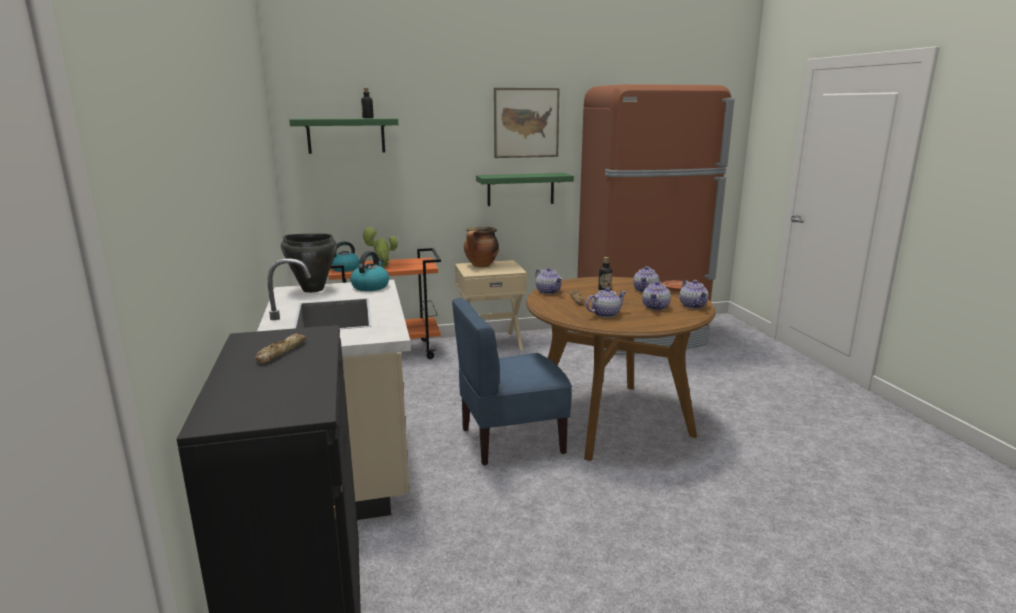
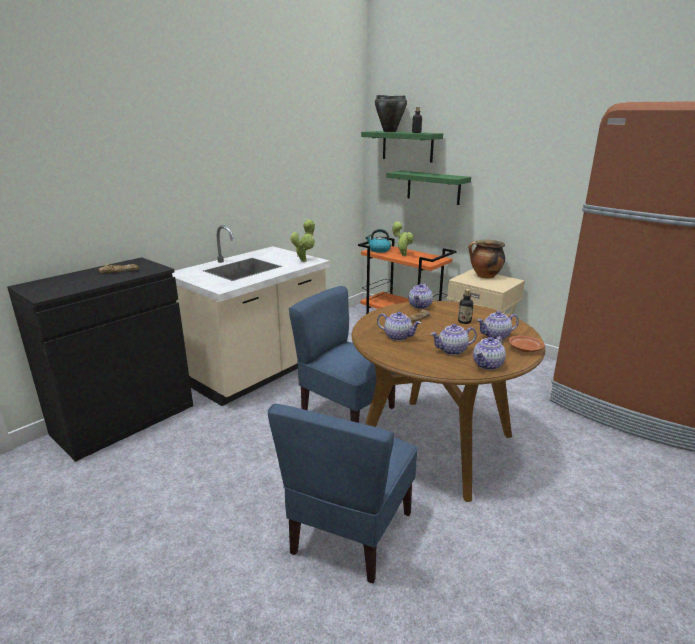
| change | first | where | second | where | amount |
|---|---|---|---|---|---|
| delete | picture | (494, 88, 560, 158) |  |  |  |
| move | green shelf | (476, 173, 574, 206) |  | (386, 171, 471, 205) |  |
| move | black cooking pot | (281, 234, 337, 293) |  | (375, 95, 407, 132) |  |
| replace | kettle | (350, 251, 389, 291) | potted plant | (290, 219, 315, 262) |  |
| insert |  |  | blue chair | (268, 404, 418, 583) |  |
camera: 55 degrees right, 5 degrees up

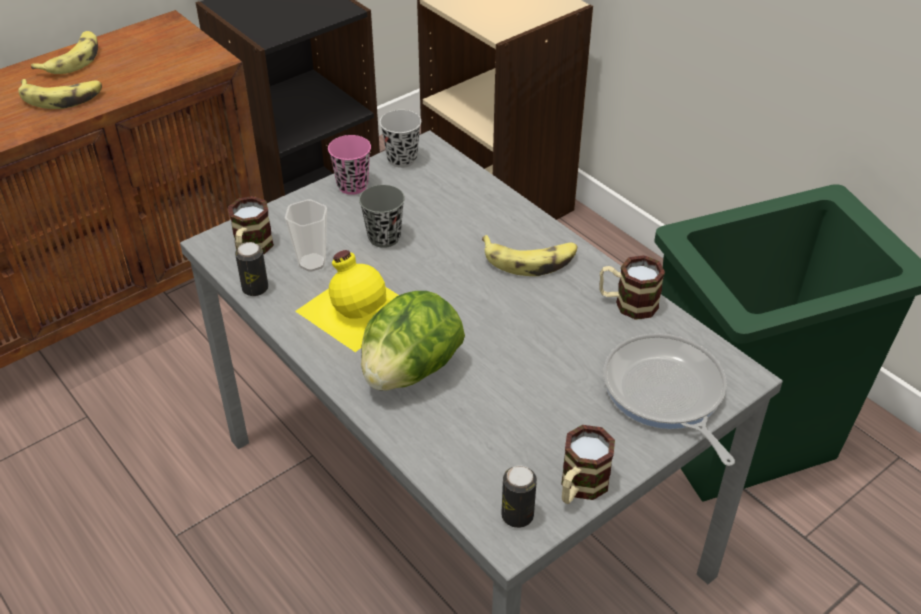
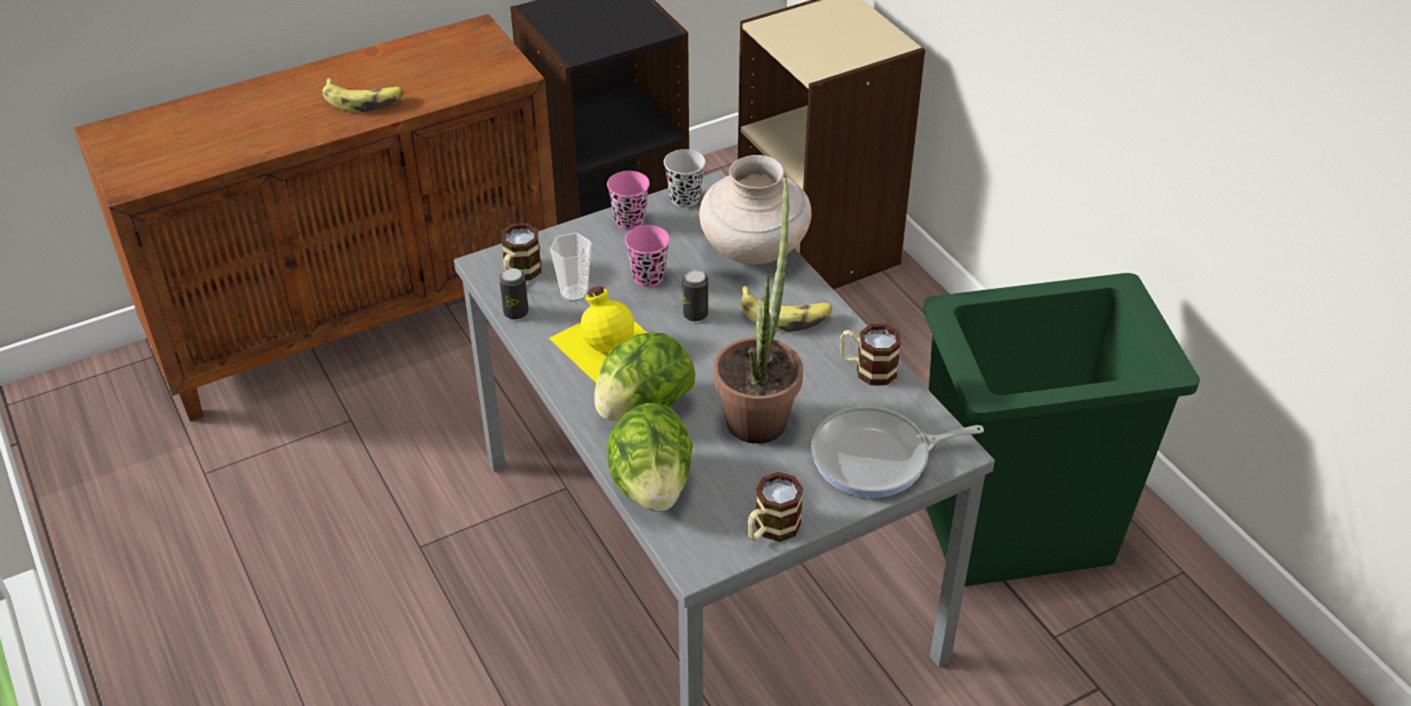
| change | first | where | second | where | amount |
|---|---|---|---|---|---|
| delete | banana | (31, 31, 98, 74) |  |  |  |
| recolor | grey cup | (359, 185, 405, 248) | pink cup | (625, 225, 670, 287) |  |
| rotate | frying pan | (603, 333, 735, 466) |  | (811, 406, 984, 498) | 90 degrees counterclockwise |
| move | can | (501, 465, 537, 528) |  | (683, 270, 708, 322) |  |
| insert |  |  | beige vase | (699, 155, 812, 265) |  |
| insert |  |  | potted plant | (714, 177, 803, 444) |  |
| insert |  |  | lettuce | (607, 403, 693, 511) |  |
camera: 10 degrees right, 0 degrees up

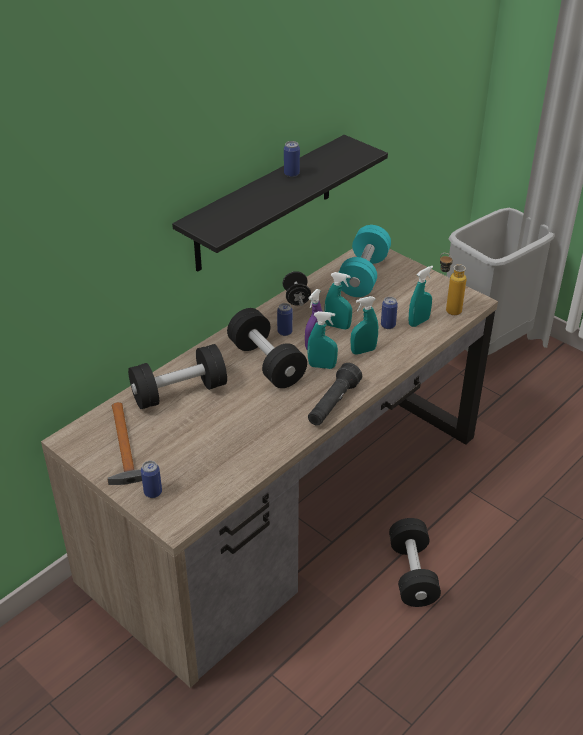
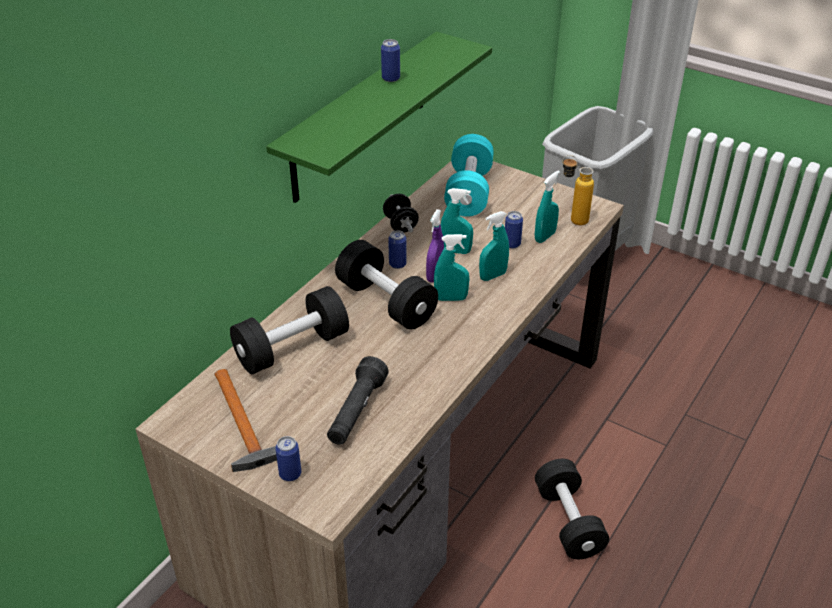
| change | first | where | second | where | amount |
|---|---|---|---|---|---|
| recolor | black shelf | (172, 135, 388, 272) | green shelf | (266, 32, 492, 203) |  |
| move | black flashlight | (308, 363, 362, 426) |  | (327, 356, 389, 445) |  |
camera: 10 degrees left, 0 degrees up

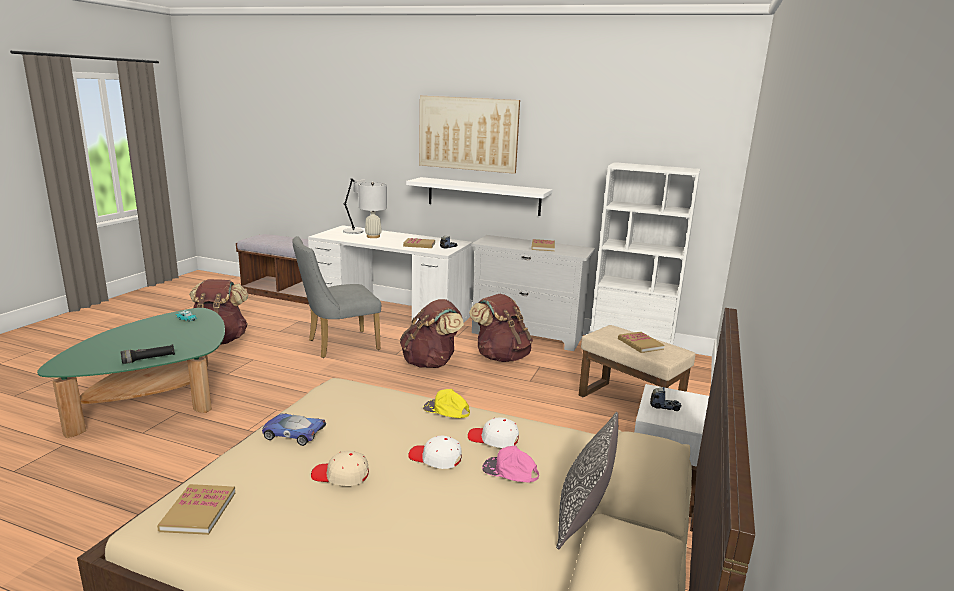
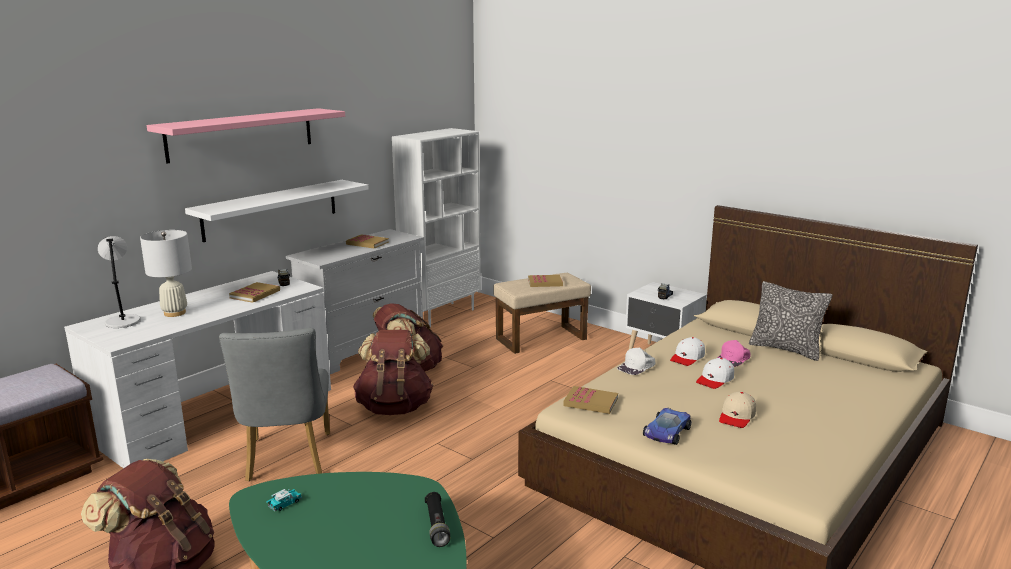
| change | first | where | second | where | amount |
|---|---|---|---|---|---|
| replace | picture | (419, 96, 520, 174) | pink shelf | (147, 108, 345, 164) |  |
| recolor | yellow cap | (423, 389, 470, 418) | white cap | (617, 348, 655, 375) |  |
| move | book | (157, 484, 235, 535) |  | (563, 386, 618, 414) |  |
camera: 70 degrees left, 0 degrees up

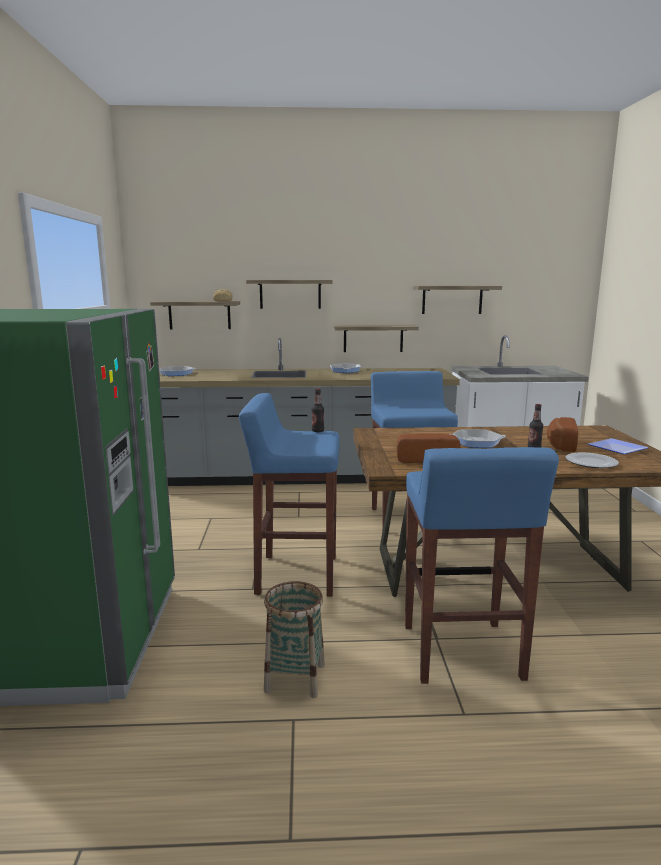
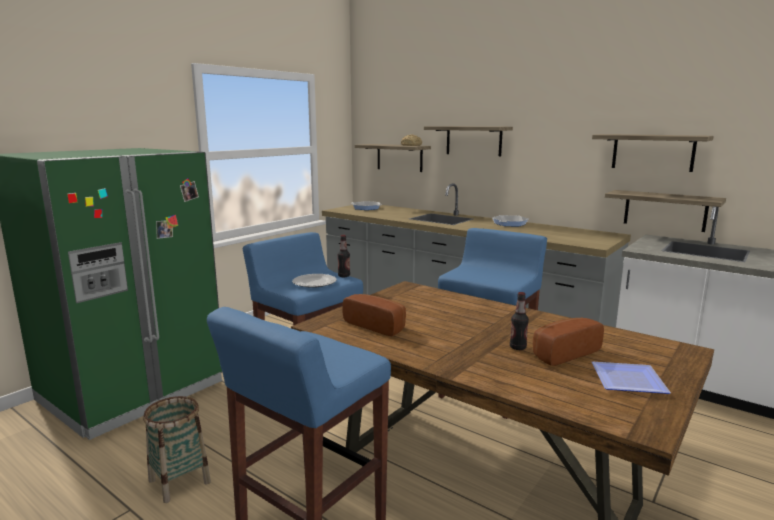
| change | first | where | second | where | amount |
|---|---|---|---|---|---|
| move | shelf | (334, 325, 419, 352) |  | (605, 190, 726, 232) |  |
| delete | frying pan | (451, 429, 506, 448) |  |  |  |
| move | plate | (565, 453, 619, 468) |  | (292, 274, 336, 288) |  |
camera: 40 degrees right, 0 degrees up

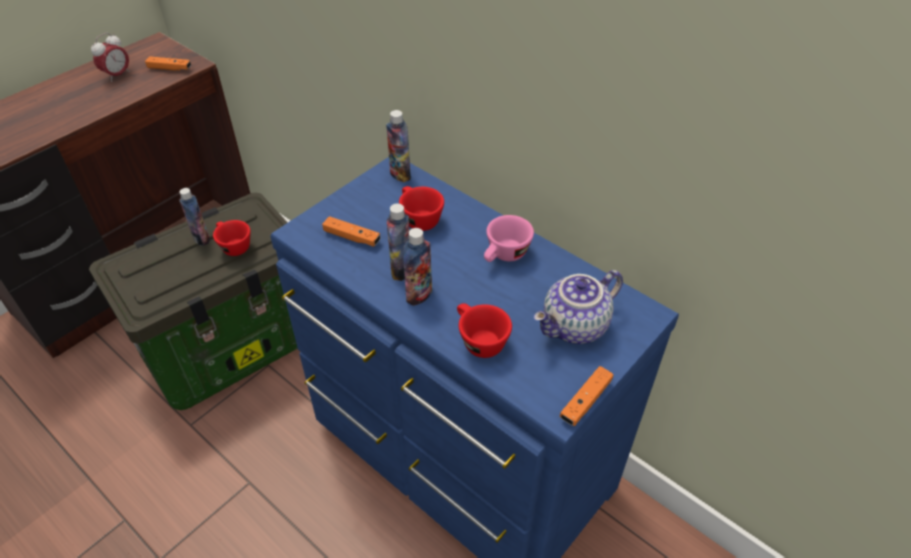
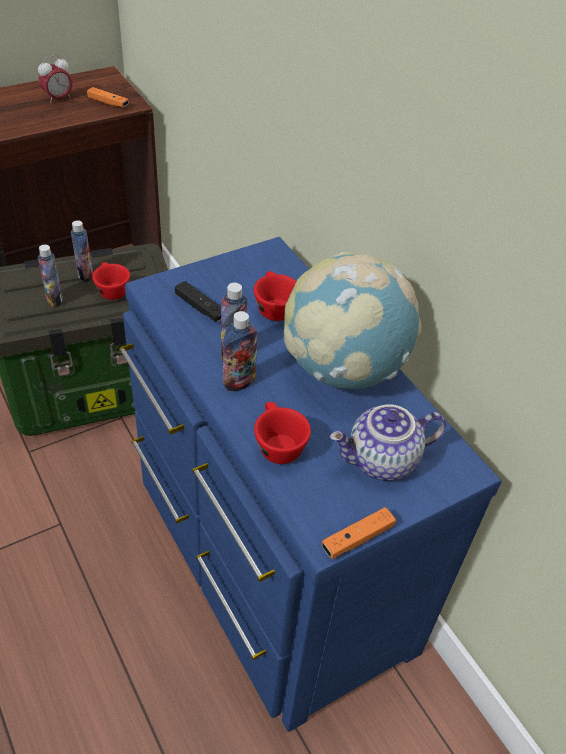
| change | first | where | second | where | amount |
|---|---|---|---|---|---|
| move | bottle | (386, 110, 411, 182) |  | (38, 245, 63, 307) |  |
| replace | pink cup | (484, 215, 534, 262) | globe | (284, 252, 421, 389) |  |
| recolor | orange game controller | (322, 216, 380, 247) | black game controller | (175, 281, 221, 322) |  |
camera: 15 degrees right, 0 degrees up

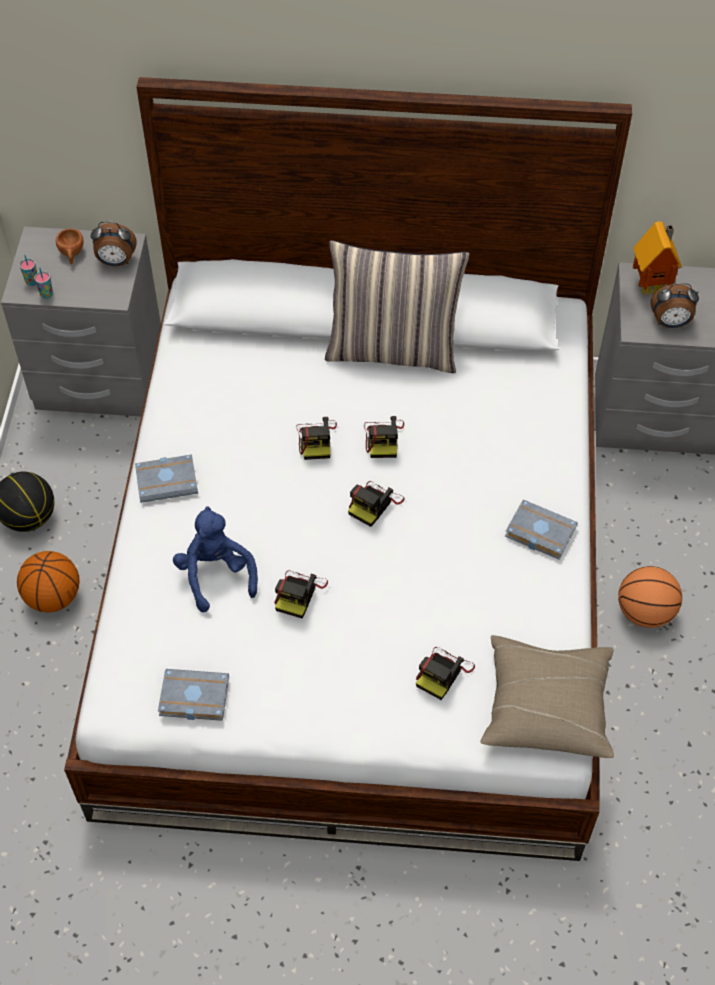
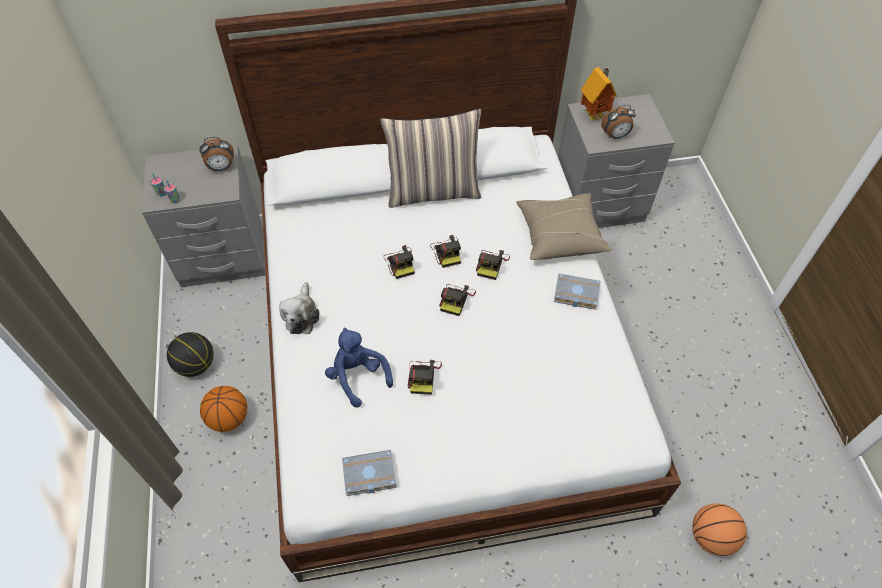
| change | first | where | second | where | amount |
|---|---|---|---|---|---|
| delete | brown cup | (56, 229, 83, 264) |  |  |  |
| replace | grey book | (135, 454, 198, 503) | plush toy | (279, 282, 319, 334) |  |
| move | basketball | (618, 566, 682, 628) |  | (692, 503, 747, 556) |  |
| move | beige pillow | (480, 635, 614, 758) |  | (516, 193, 612, 260) |  |
| move | photo camera | (416, 647, 475, 700) |  | (476, 250, 510, 280) |  |
camera: 15 degrees left, 0 degrees up

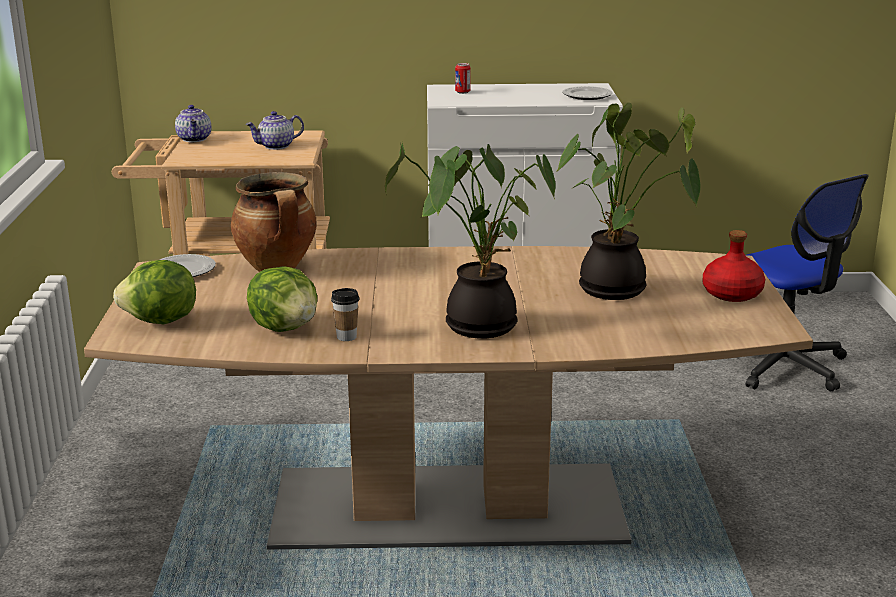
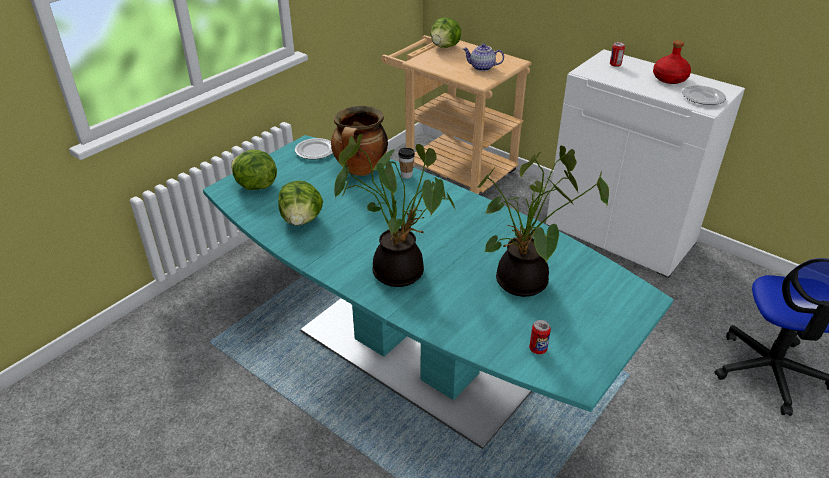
| change | first | where | second | where | amount |
|---|---|---|---|---|---|
| replace | teapot | (175, 105, 211, 142) | lettuce | (431, 18, 461, 48) |  |
| move | red bottle | (703, 230, 765, 302) |  | (653, 40, 691, 84) |  |
| recolor | brown dining table | (84, 246, 813, 549) | turquoise dining table | (203, 135, 674, 449) |  |
| move | cup | (331, 288, 359, 341) |  | (398, 148, 415, 179) |  |
| insert |  |  | can | (529, 320, 551, 354) |  |
camera: 40 degrees right, 15 degrees up

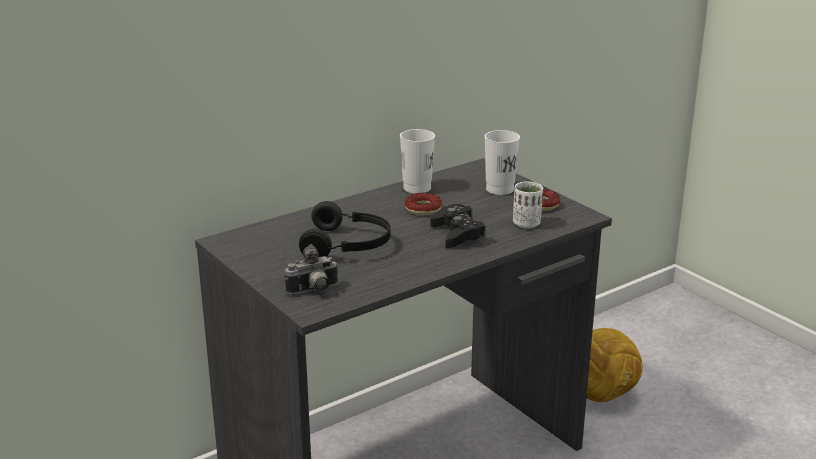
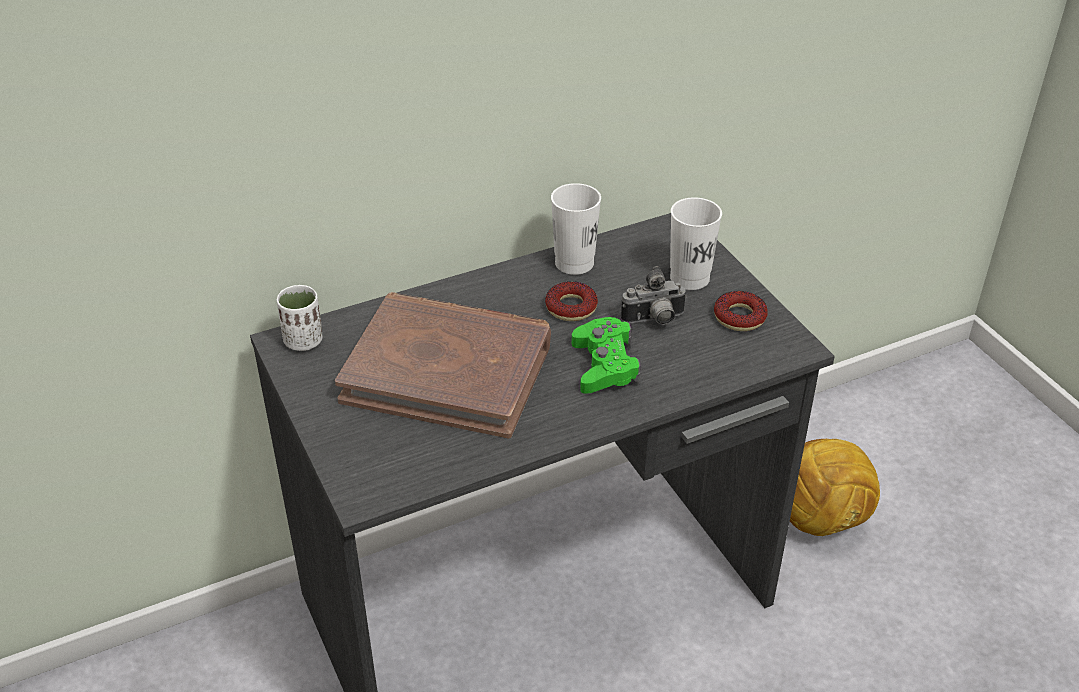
| change | first | where | second | where | amount |
|---|---|---|---|---|---|
| move | white cup | (513, 182, 543, 228) |  | (277, 285, 322, 351) |  |
| replace | black headphones | (299, 201, 391, 257) | brown book | (335, 292, 551, 438) |  |
| recolor | black game controller | (431, 204, 486, 248) | green game controller | (572, 317, 640, 394) |  |
| move | photo camera | (285, 244, 339, 295) |  | (621, 266, 687, 325) |  |
camera: 10 degrees right, 15 degrees up

